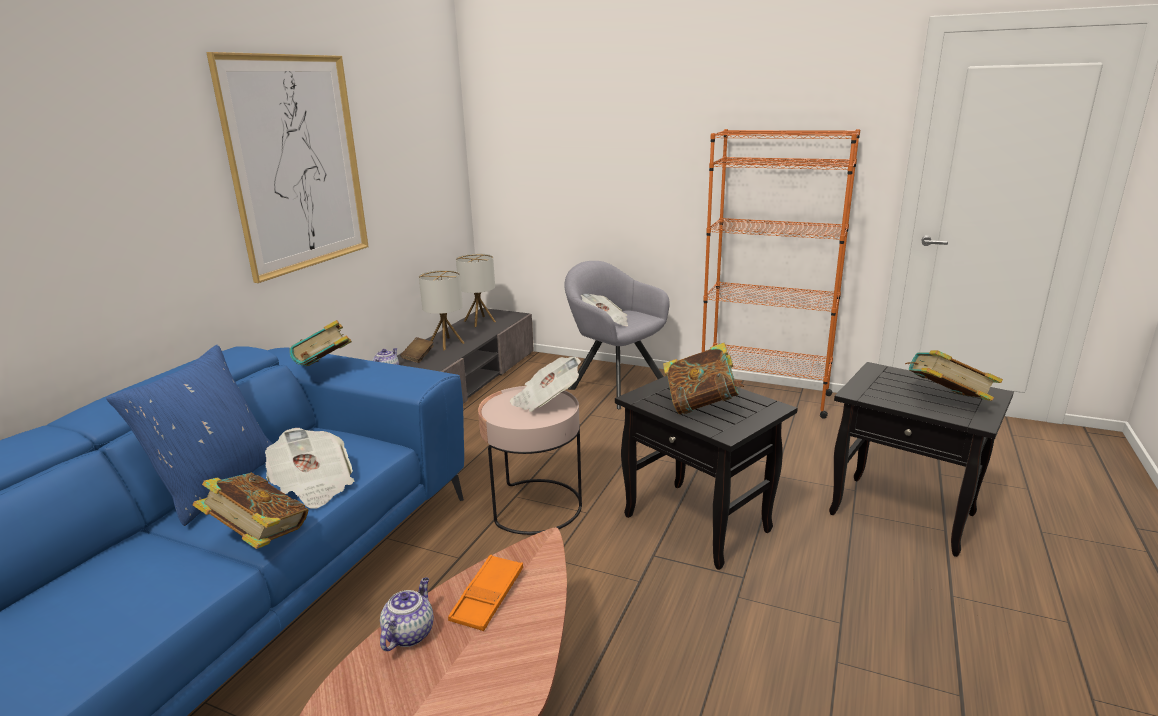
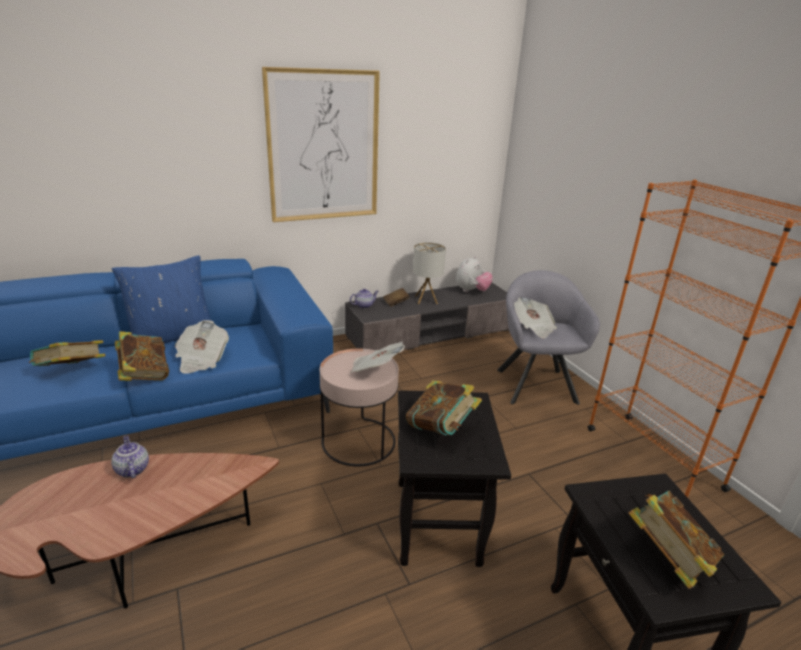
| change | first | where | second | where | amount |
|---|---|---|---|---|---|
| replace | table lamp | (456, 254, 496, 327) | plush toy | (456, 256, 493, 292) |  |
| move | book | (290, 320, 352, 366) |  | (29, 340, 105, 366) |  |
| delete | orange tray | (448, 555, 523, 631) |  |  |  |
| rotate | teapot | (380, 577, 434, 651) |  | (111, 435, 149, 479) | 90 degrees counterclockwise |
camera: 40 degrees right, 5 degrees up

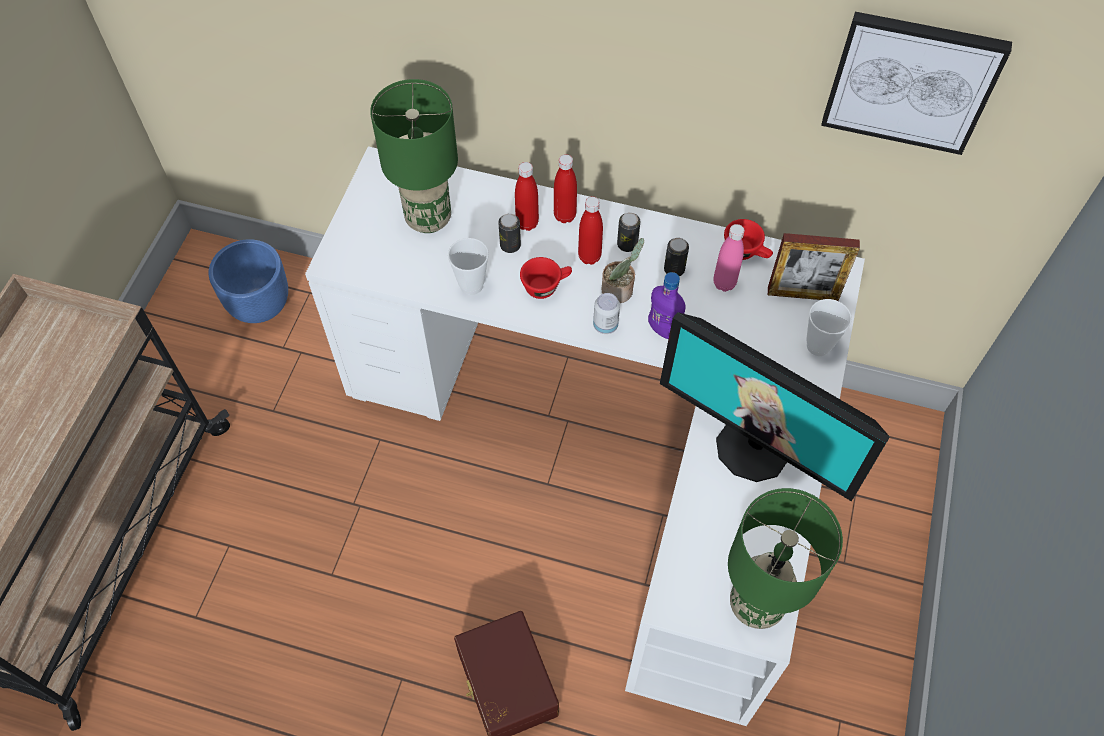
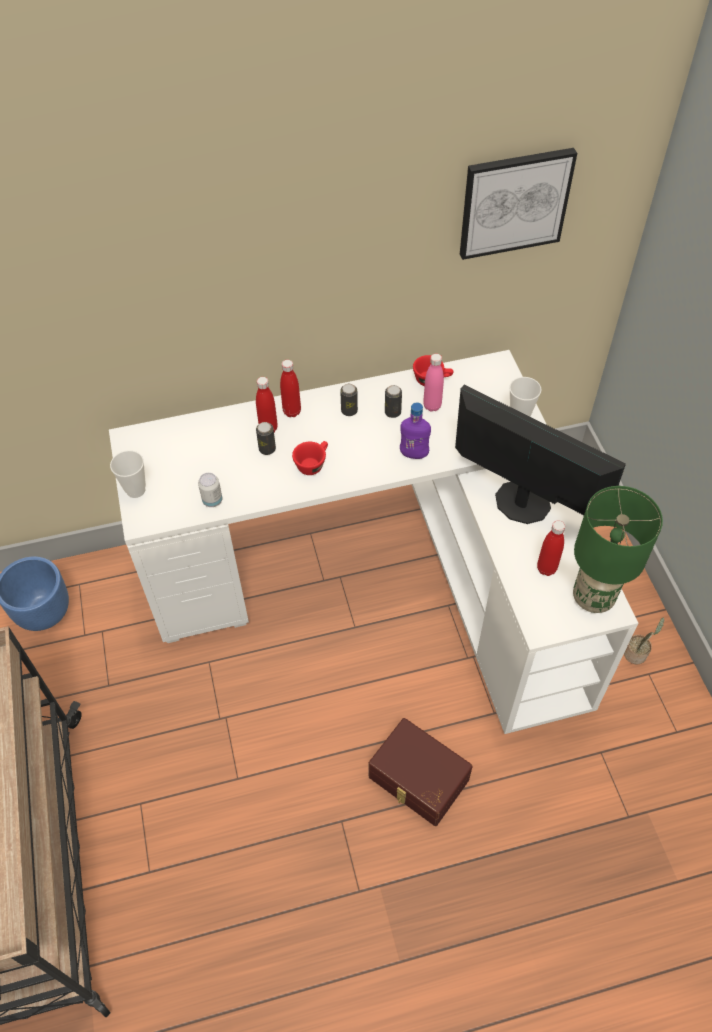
| change | first | where | second | where | amount |
|---|---|---|---|---|---|
| delete | green table lamp | (370, 79, 458, 233) |  |  |  |
| move | red bottle | (578, 197, 603, 265) |  | (537, 520, 565, 576) |  |
| delete | picture frame | (768, 233, 860, 301) |  |  |  |
| move | cup | (448, 238, 489, 295) |  | (110, 450, 146, 498) |  |
| move | potted plant | (601, 238, 644, 303) |  | (624, 618, 664, 665) |  |
| move | can | (593, 293, 620, 334) |  | (198, 473, 222, 507) |  |
| rotate | monitor | (660, 312, 890, 501) |  | (455, 385, 626, 524) | 150 degrees counterclockwise |
camera: 30 degrees left, 5 degrees down

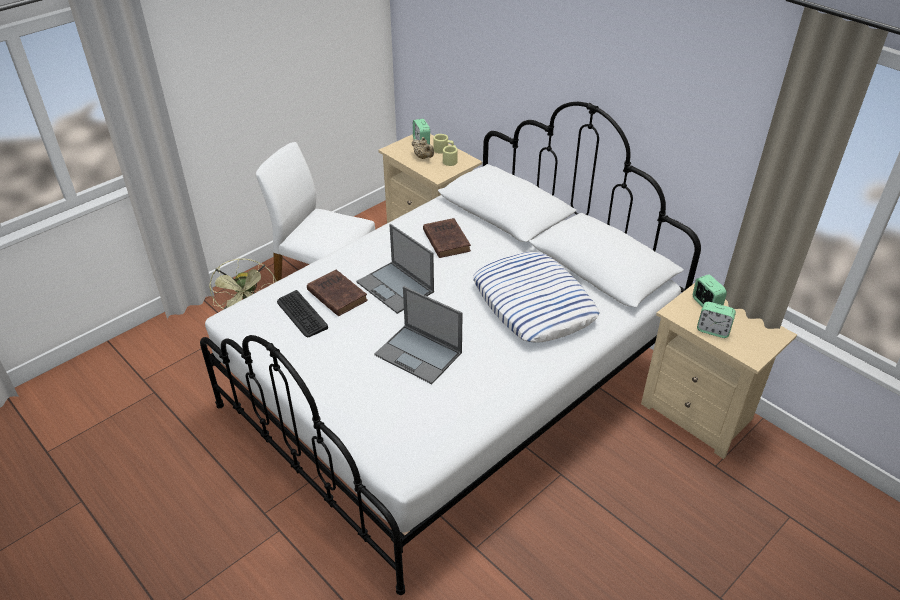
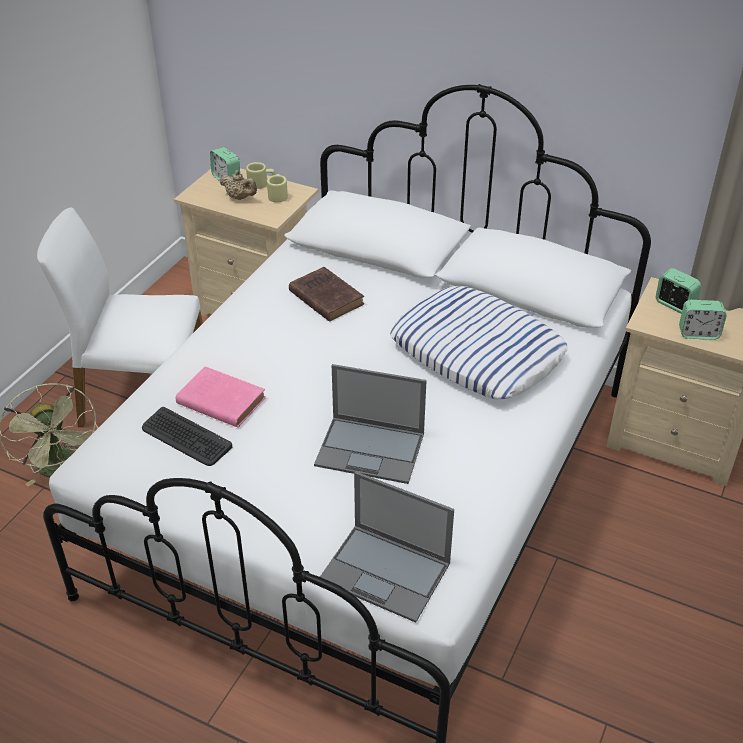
| change | first | where | second | where | amount |
|---|---|---|---|---|---|
| move | laptop | (356, 224, 434, 314) |  | (320, 471, 454, 623) |  |
| recolor | brown book | (307, 270, 368, 316) | pink book | (176, 366, 266, 428) |  |
camera: 20 degrees left, 0 degrees up

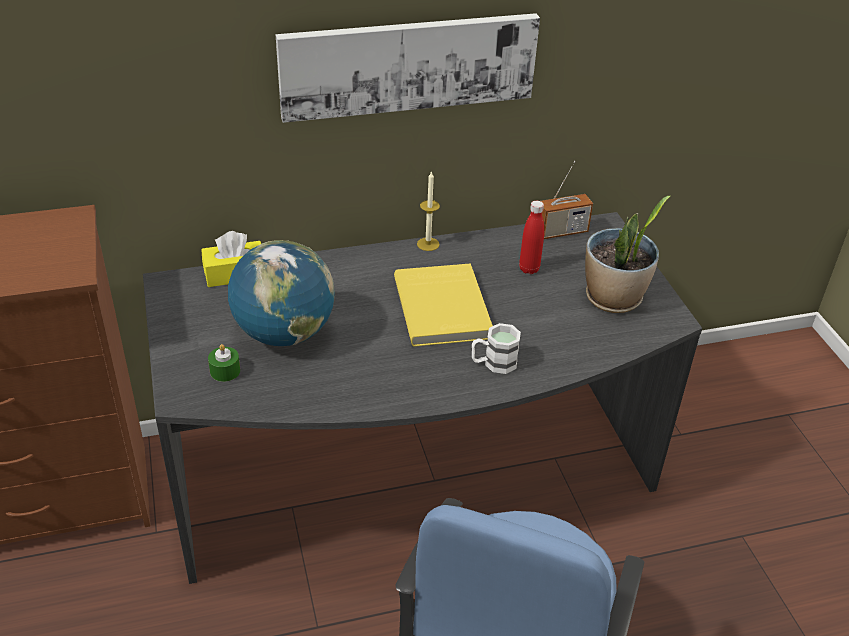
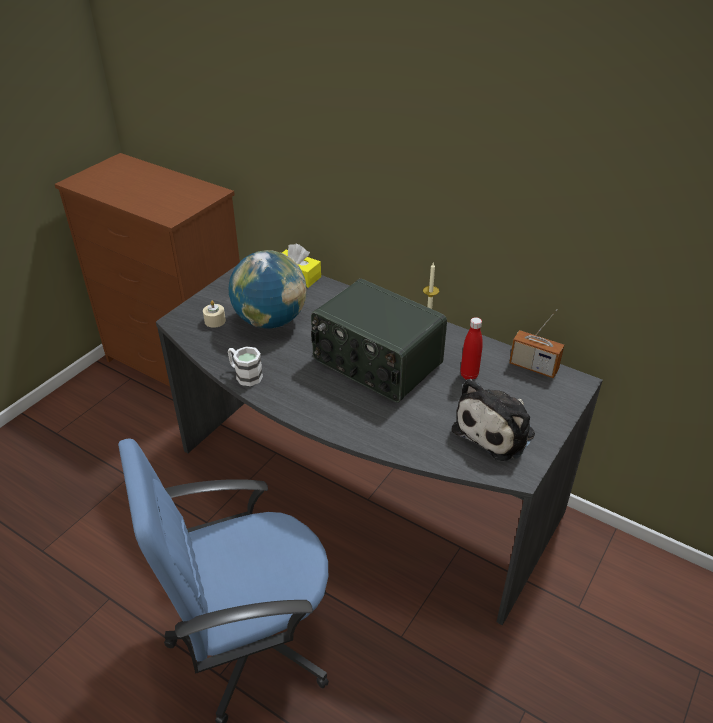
| change | first | where | second | where | amount |
|---|---|---|---|---|---|
| delete | picture | (276, 13, 540, 123) |  |  |  |
| replace | potted plant | (585, 196, 670, 313) | plush toy | (452, 379, 535, 461) |  |
| replace | yellow book | (394, 263, 493, 347) | radio | (311, 279, 447, 402) |  |
| move | white mug | (472, 323, 521, 374) |  | (228, 346, 263, 386) |  |
| recolor | green candle | (208, 344, 240, 382) | beige candle | (203, 301, 226, 328) |  |
camera: 50 degrees right, 0 degrees up

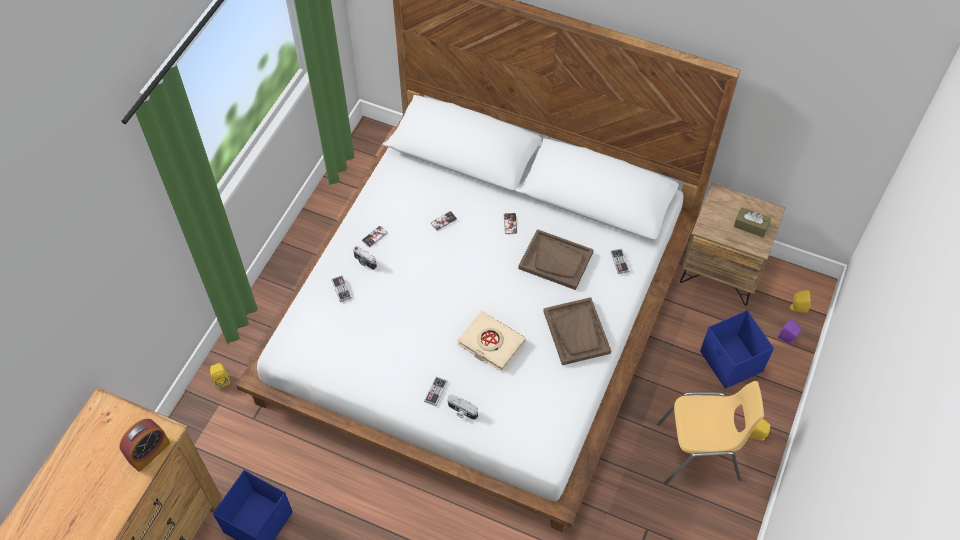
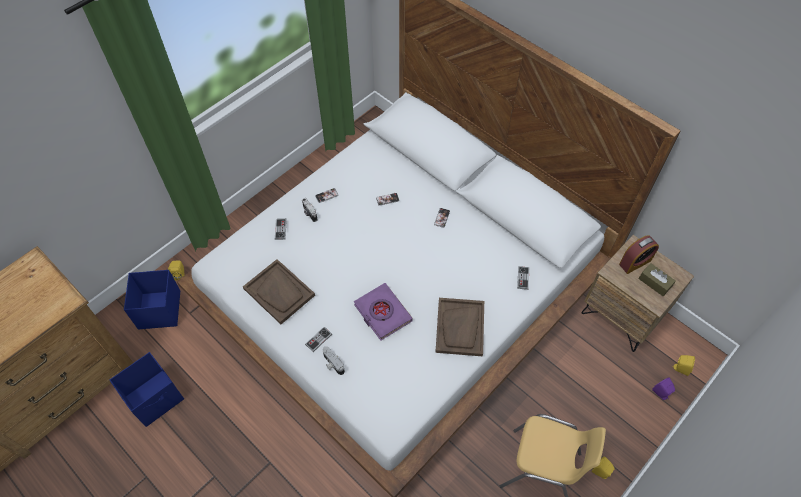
| change | first | where | second | where | amount |
|---|---|---|---|---|---|
| move | brown tray | (518, 229, 594, 290) |  | (243, 259, 315, 324) |  |
| move | blue storage box | (700, 310, 774, 389) |  | (124, 270, 180, 330) |  |
| recolor | beige book | (457, 311, 526, 372) | purple book | (354, 283, 413, 341) |  |
| move | alarm clock | (119, 418, 170, 472) |  | (619, 235, 659, 274) |  |
camera: 20 degrees right, 0 degrees up

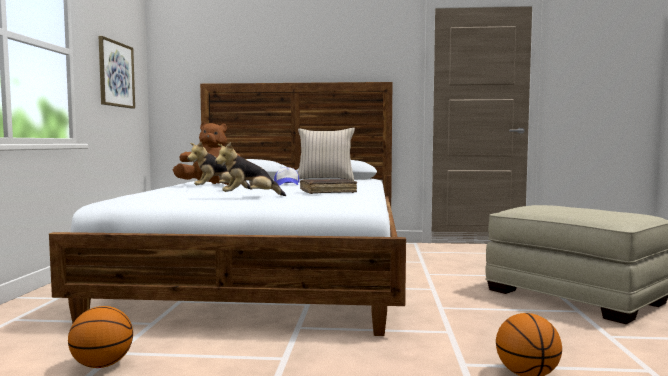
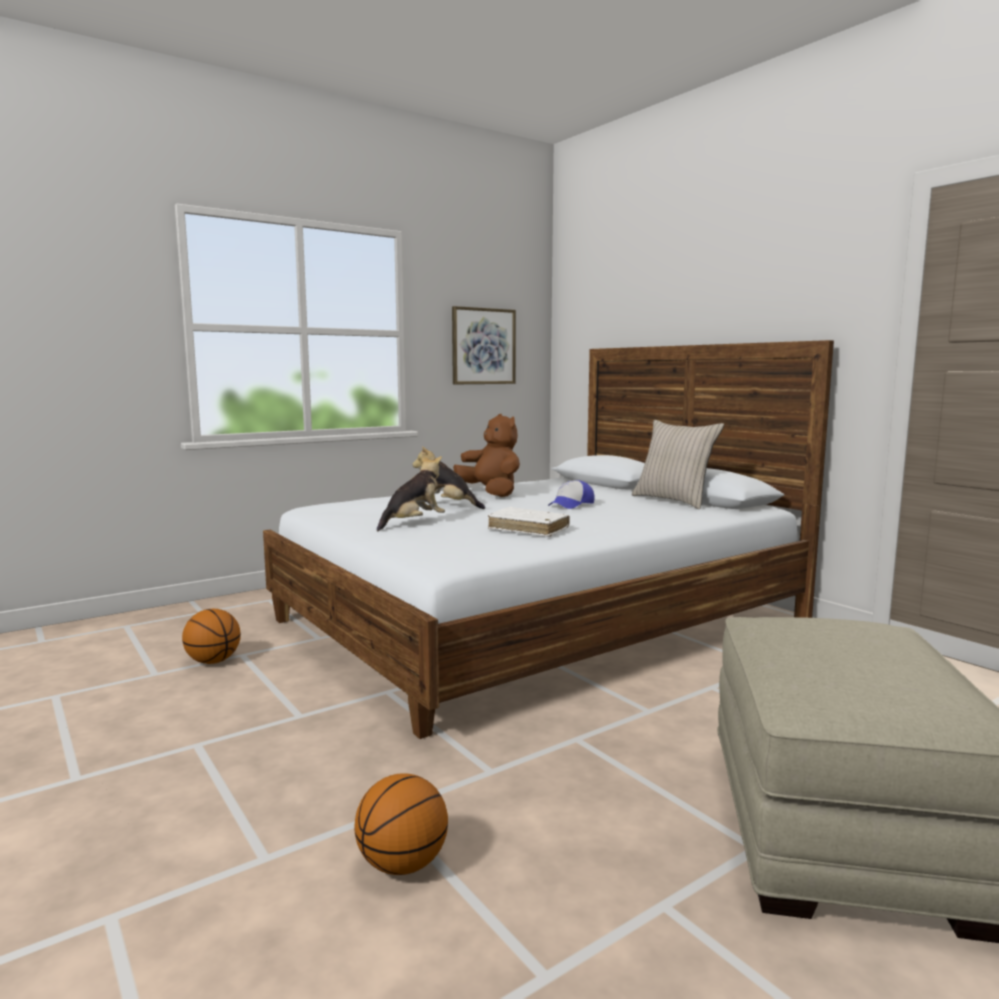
| change | first | where | second | where | amount |
|---|---|---|---|---|---|
| rotate | plush toy | (215, 142, 286, 196) |  | (377, 454, 445, 531) | 105 degrees clockwise |
| recolor | brown book | (300, 179, 357, 194) | white book | (488, 507, 570, 537) |  |
camera: 50 degrees right, 5 degrees up

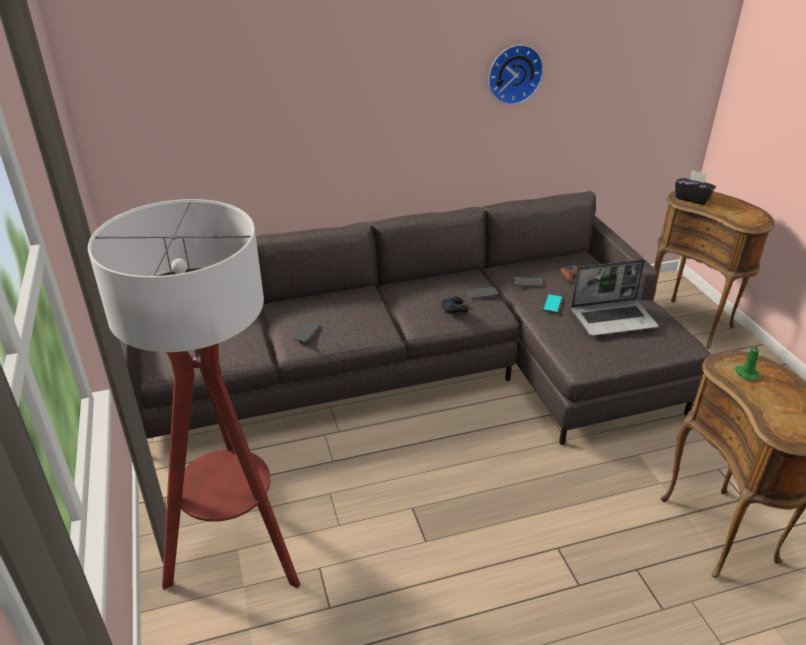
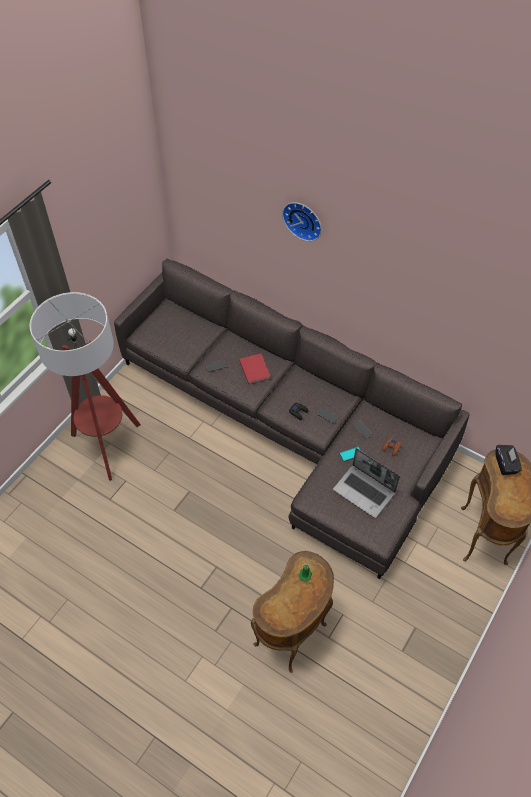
| change | first | where | second | where | amount |
|---|---|---|---|---|---|
| move | wall clock | (488, 45, 544, 105) |  | (282, 202, 322, 241) |  |
| insert |  |  | red book | (239, 353, 271, 384) |  |
camera: 50 degrees right, 20 degrees up

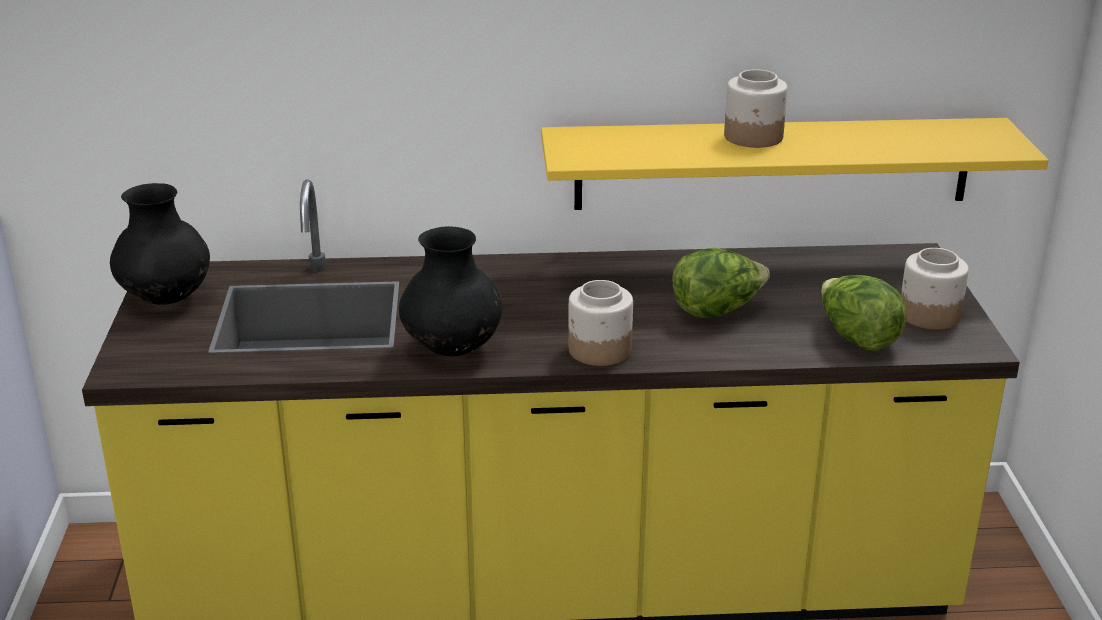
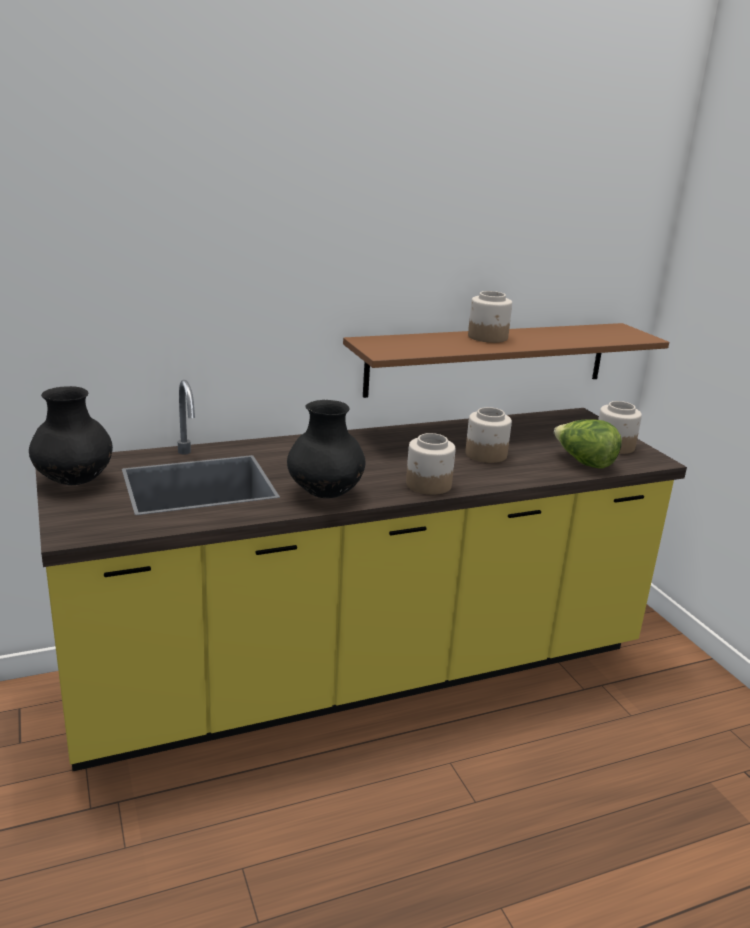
| change | first | where | second | where | amount |
|---|---|---|---|---|---|
| recolor | yellow shelf | (541, 118, 1049, 210) | brown shelf | (343, 323, 669, 398) |  |
| replace | lettuce | (672, 248, 770, 318) | jar | (465, 407, 512, 463) |  |
camera: 20 degrees left, 5 degrees down

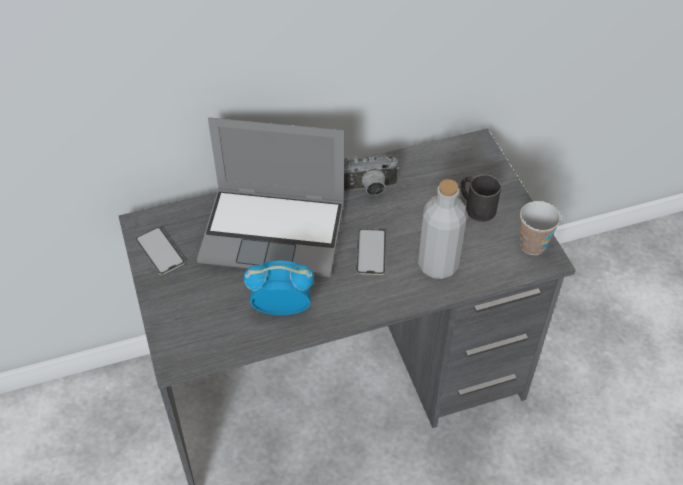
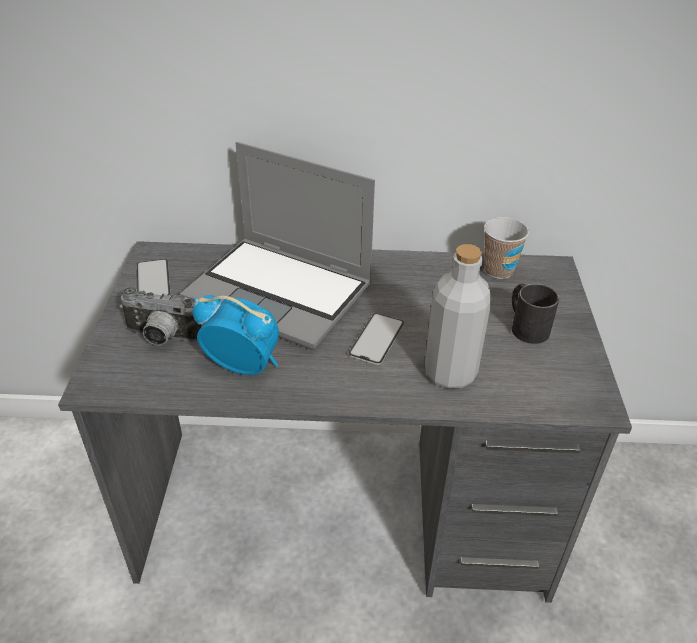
| change | first | where | second | where | amount |
|---|---|---|---|---|---|
| move | photo camera | (344, 154, 399, 196) |  | (119, 287, 202, 345) |  |
| move | cup | (519, 201, 561, 255) |  | (484, 217, 529, 279) |  |
camera: 20 degrees right, 10 degrees down

